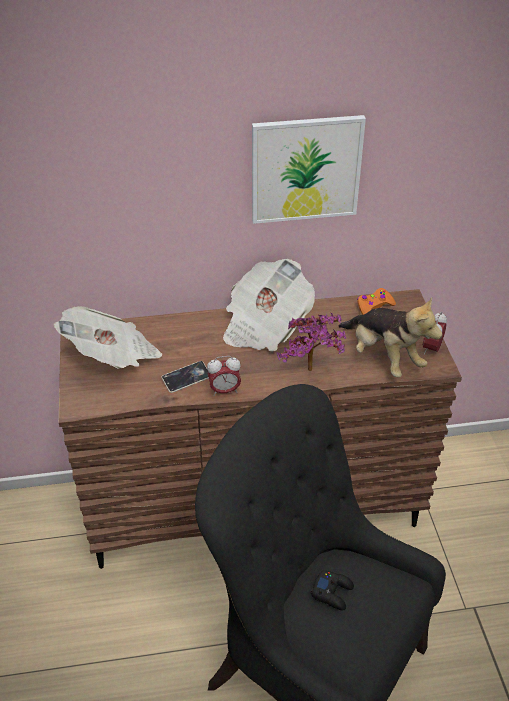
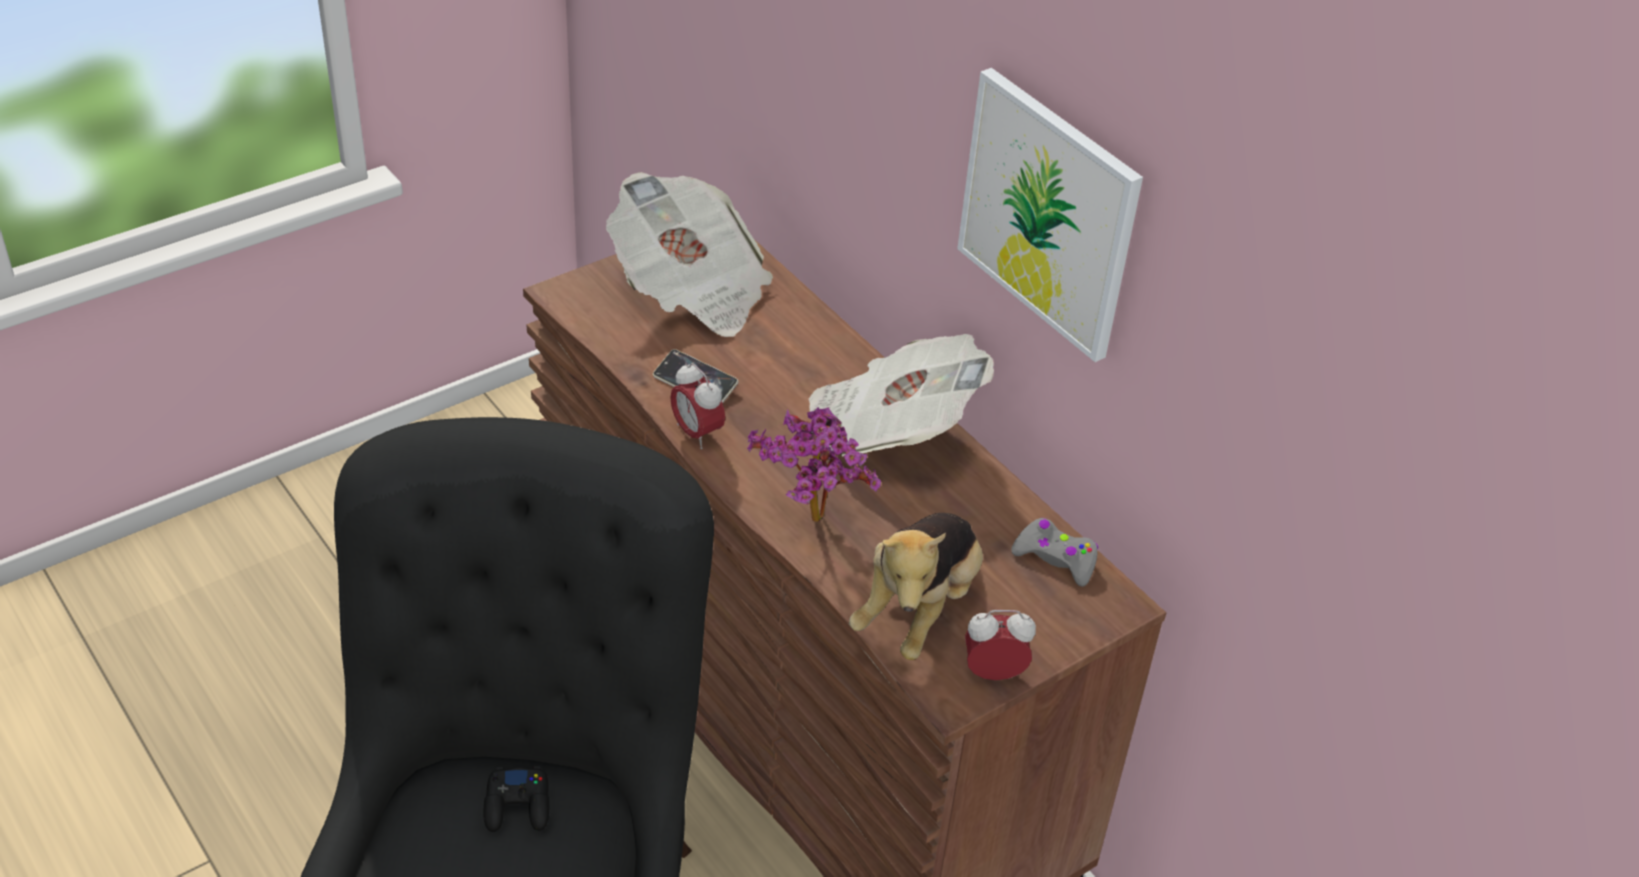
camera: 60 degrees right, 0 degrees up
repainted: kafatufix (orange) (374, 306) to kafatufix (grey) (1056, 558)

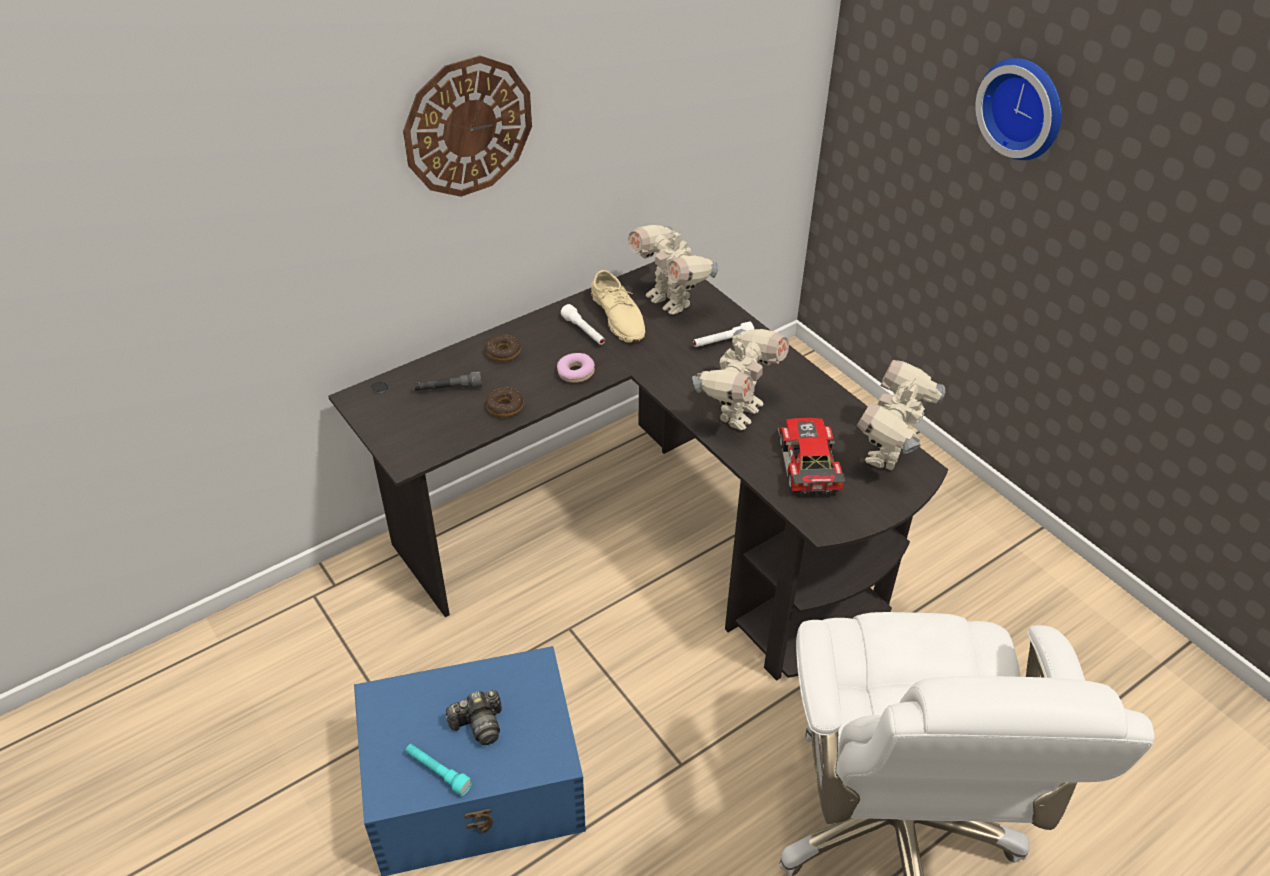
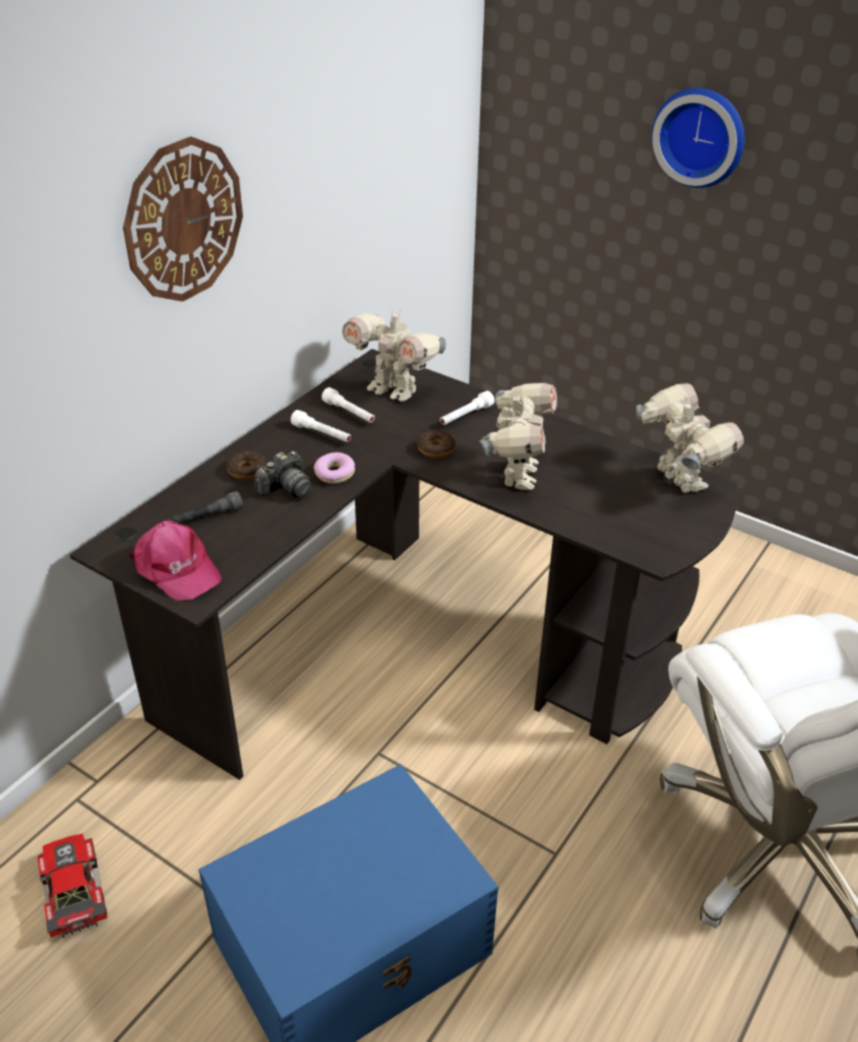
camera: 20 degrees left, 5 degrees down
gone: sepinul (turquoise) (438, 772)
new: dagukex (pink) (176, 569)
shifted: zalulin (505, 407) to (436, 449); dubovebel (805, 464) to (70, 893); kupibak (479, 725) to (286, 489)
swapped: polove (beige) (618, 316) to sepinul (white) (349, 413)
rotated: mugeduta (889, 454) = (678, 480) 150 degrees clockwise

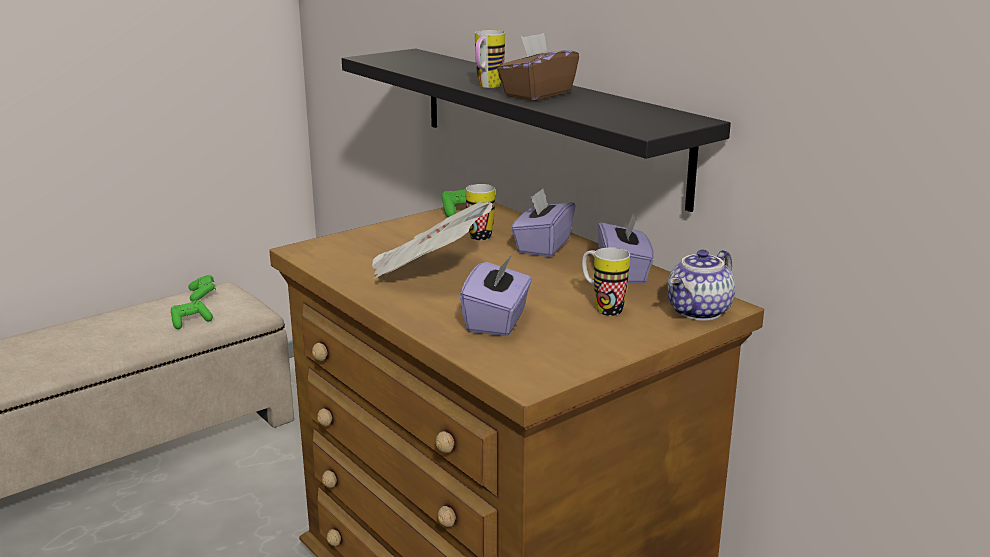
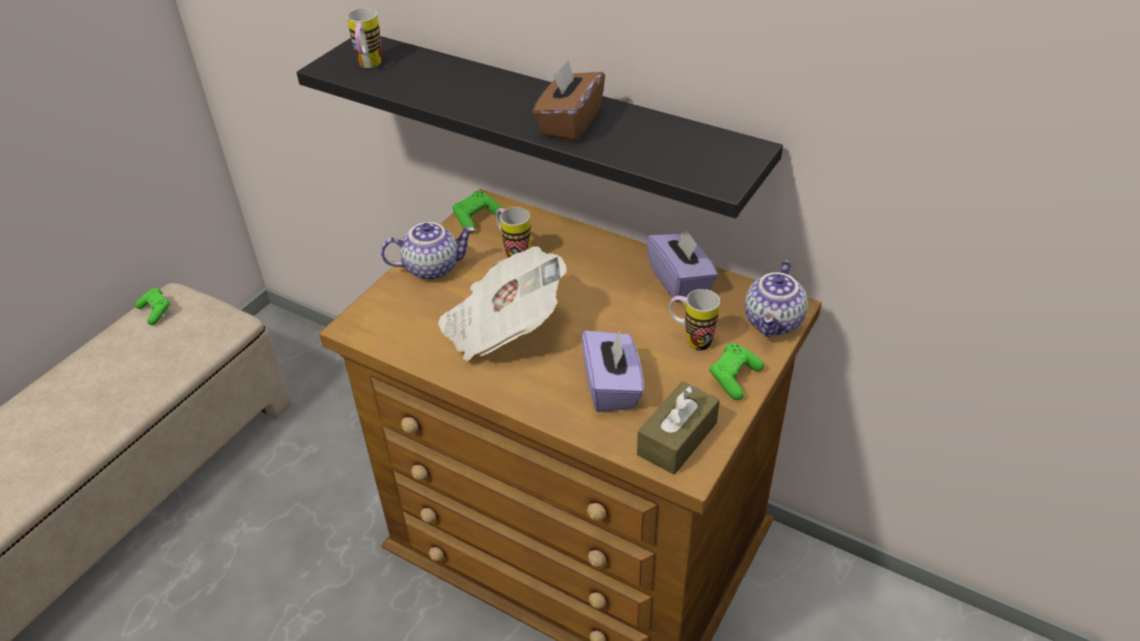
camera: 20 degrees left, 20 degrees up
gone: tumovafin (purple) (542, 246)
new: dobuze (432, 267); tumovafin (brown) (677, 438)
shifted: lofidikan (486, 87) to (368, 66); kafatufix (green) (190, 321) to (734, 378)

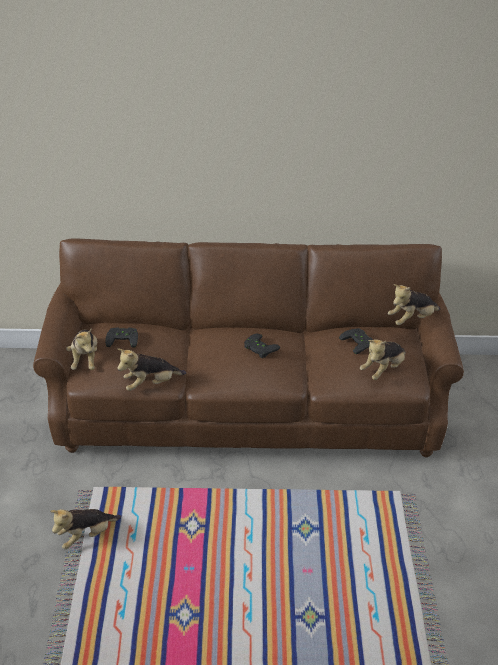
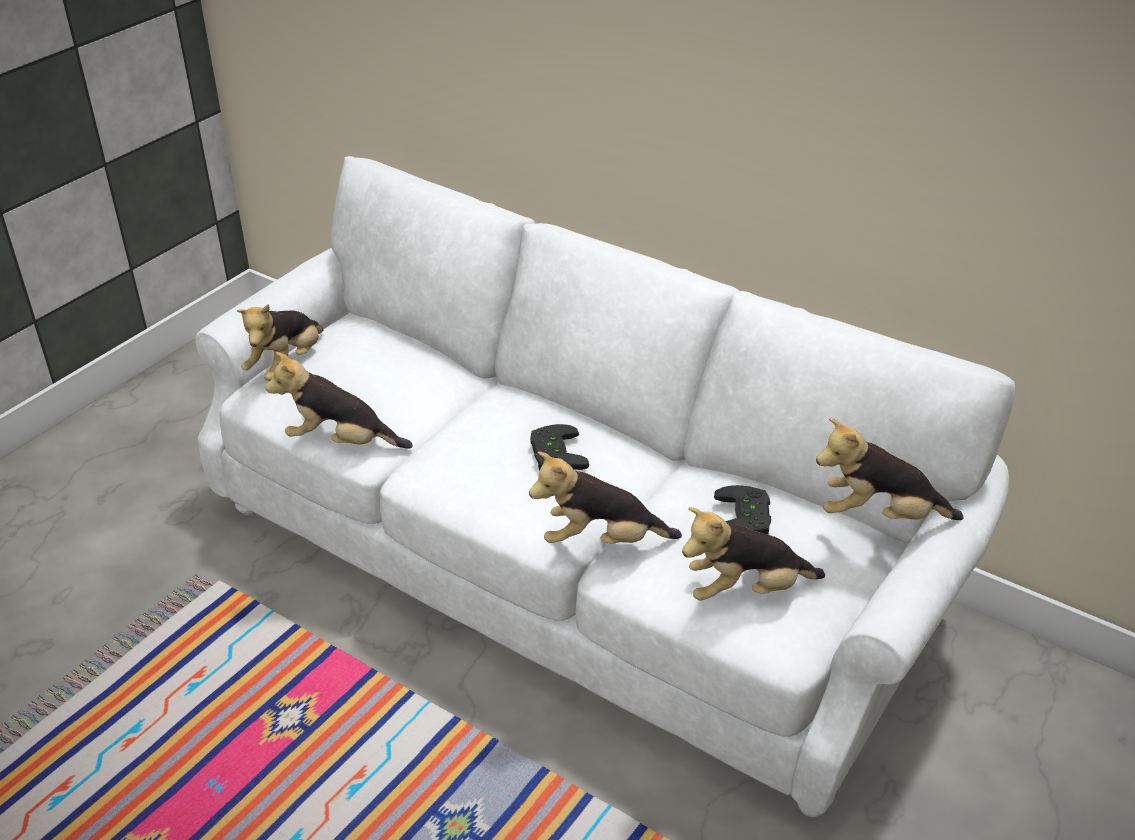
camera: 35 degrees right, 0 degrees up
gone: kafatufix (black) (123, 338)
shifted: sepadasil (86, 536) to (601, 540)
repainted: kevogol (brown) (247, 404) to kevogol (white) (568, 561)

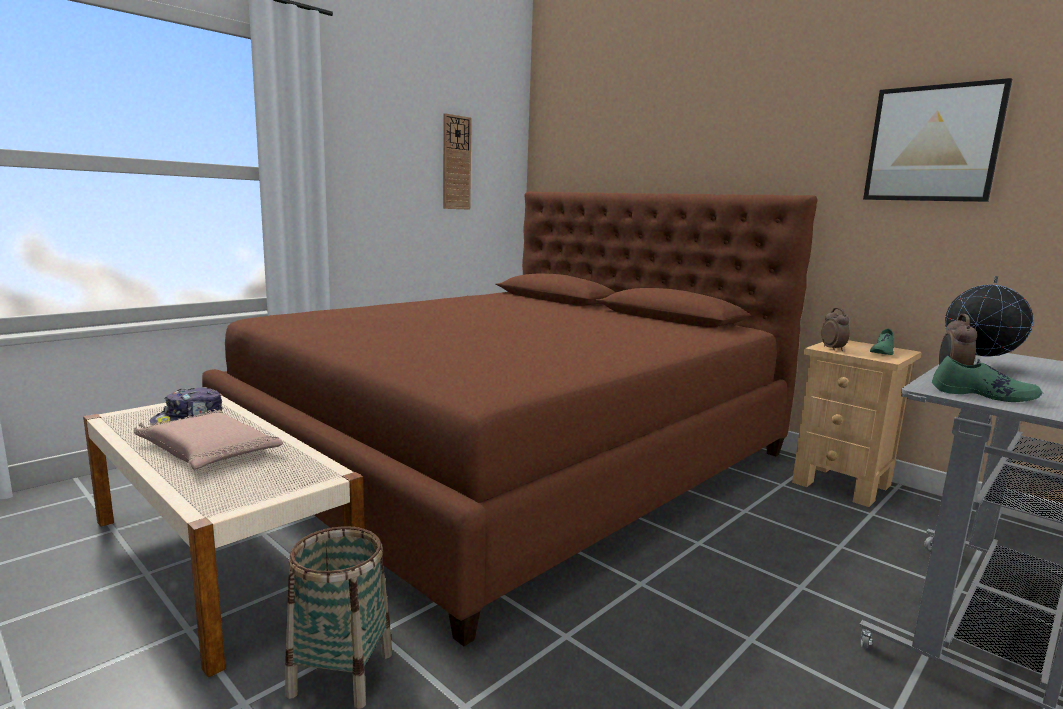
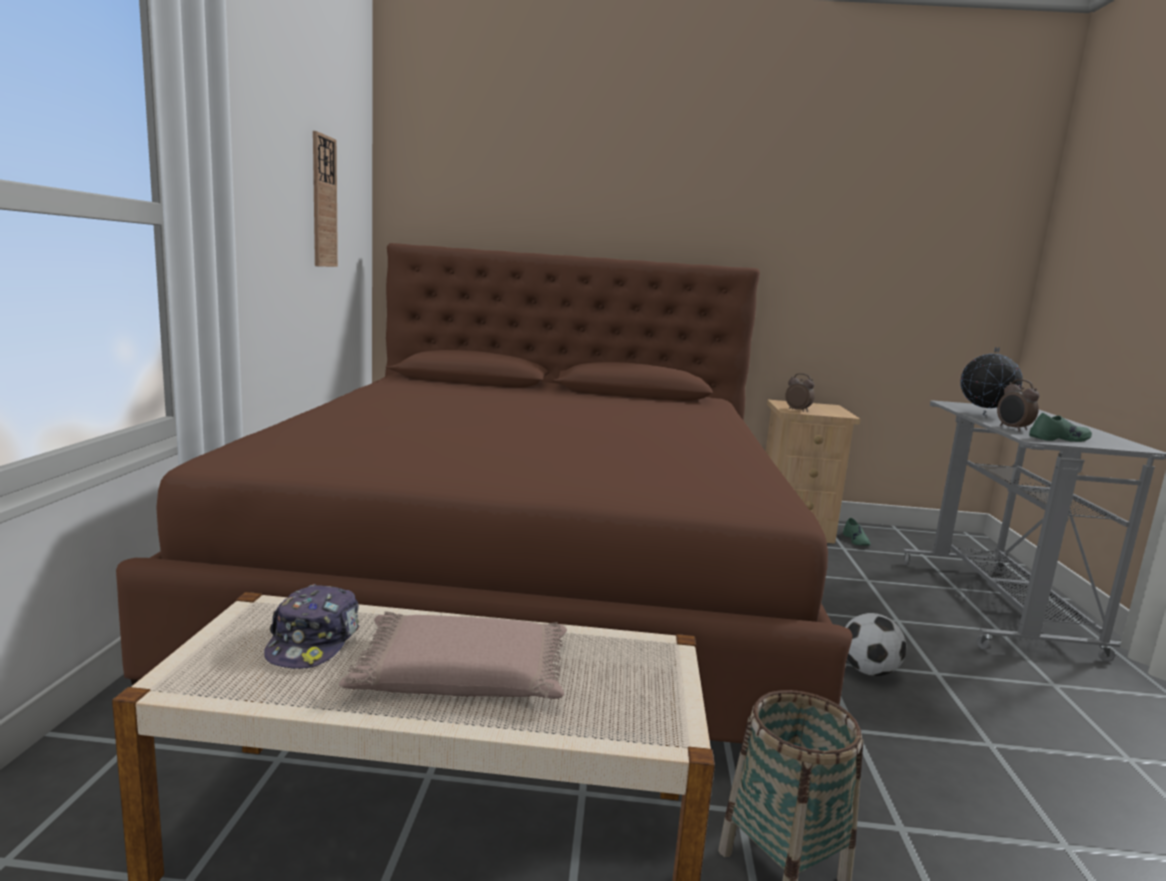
camera: 40 degrees left, 0 degrees up
gone: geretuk (932, 144)
new: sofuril (868, 671)
shifted: polove (green) (882, 351) to (856, 540)

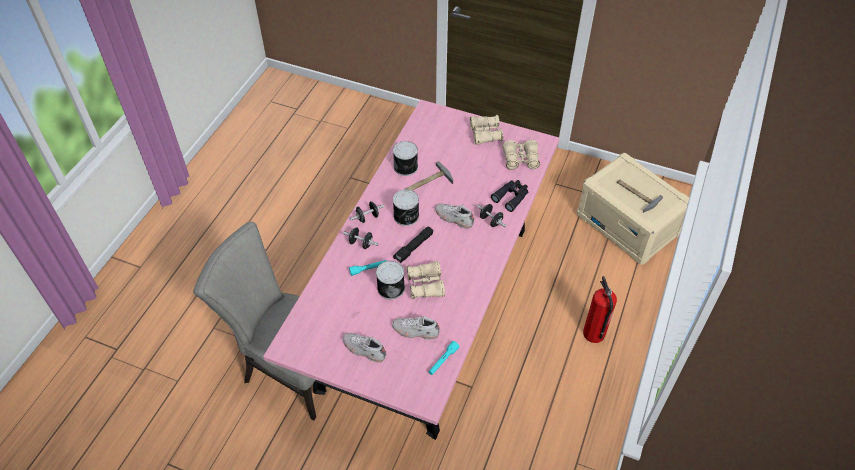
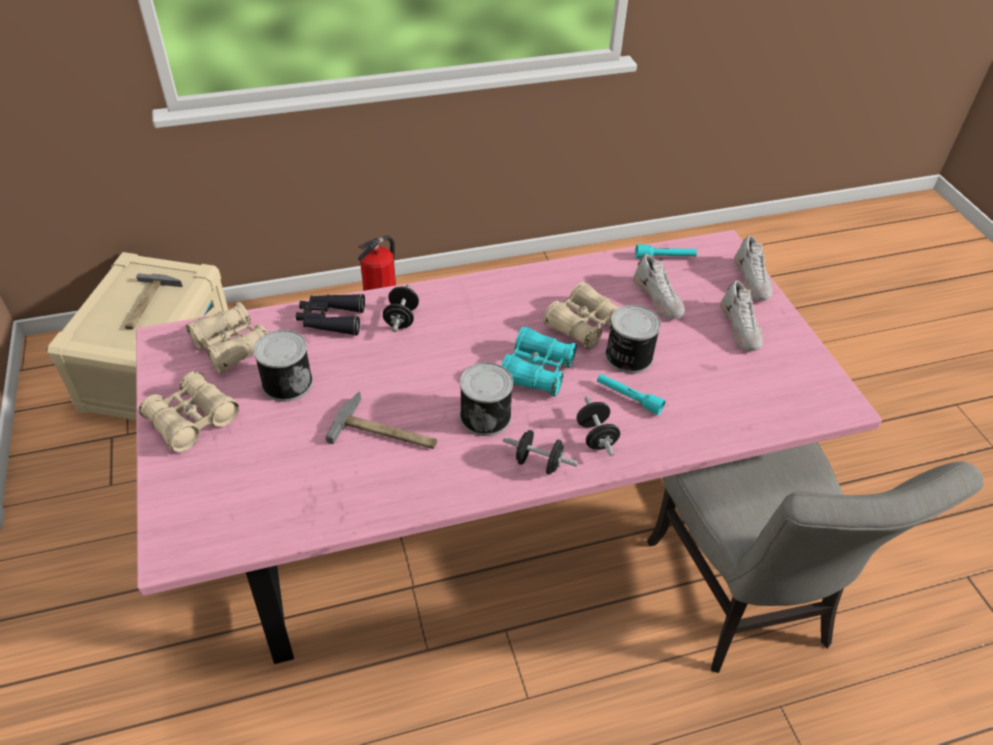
camera: 130 degrees left, 5 degrees down
shifted: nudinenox (406, 167) to (286, 382); polove (white) (454, 218) to (752, 280)
swapped: sepinul (black) (414, 248) to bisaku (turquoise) (537, 371)

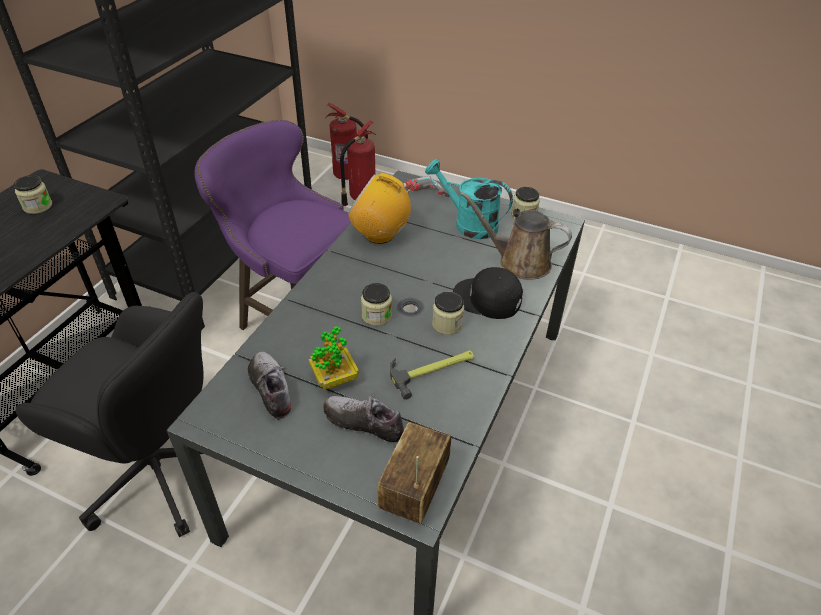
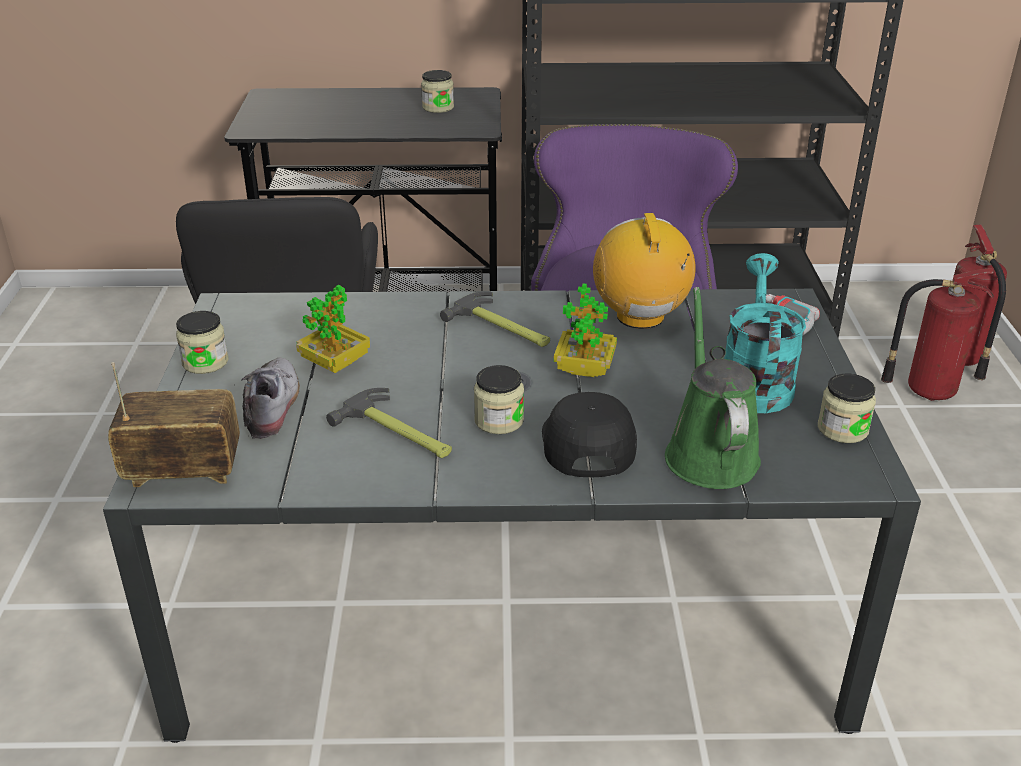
camera: 65 degrees right, 10 degrees down
gone: polove (271, 388)
new: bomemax (584, 369); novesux (502, 328)
shifted: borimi (376, 315) to (205, 362)
repainted: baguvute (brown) (519, 262) to baguvute (green) (709, 452)

